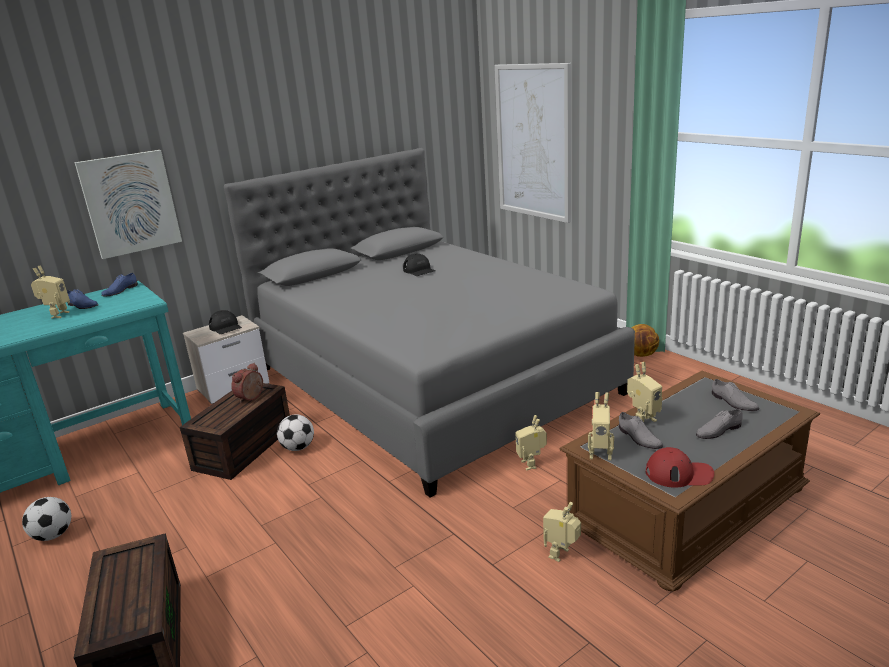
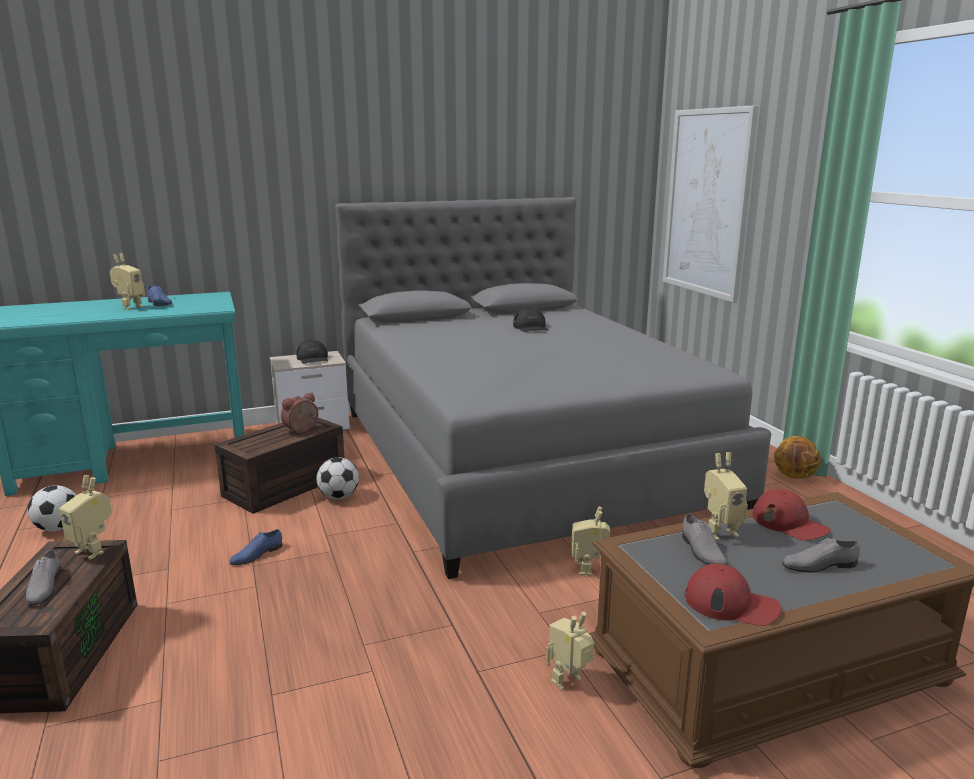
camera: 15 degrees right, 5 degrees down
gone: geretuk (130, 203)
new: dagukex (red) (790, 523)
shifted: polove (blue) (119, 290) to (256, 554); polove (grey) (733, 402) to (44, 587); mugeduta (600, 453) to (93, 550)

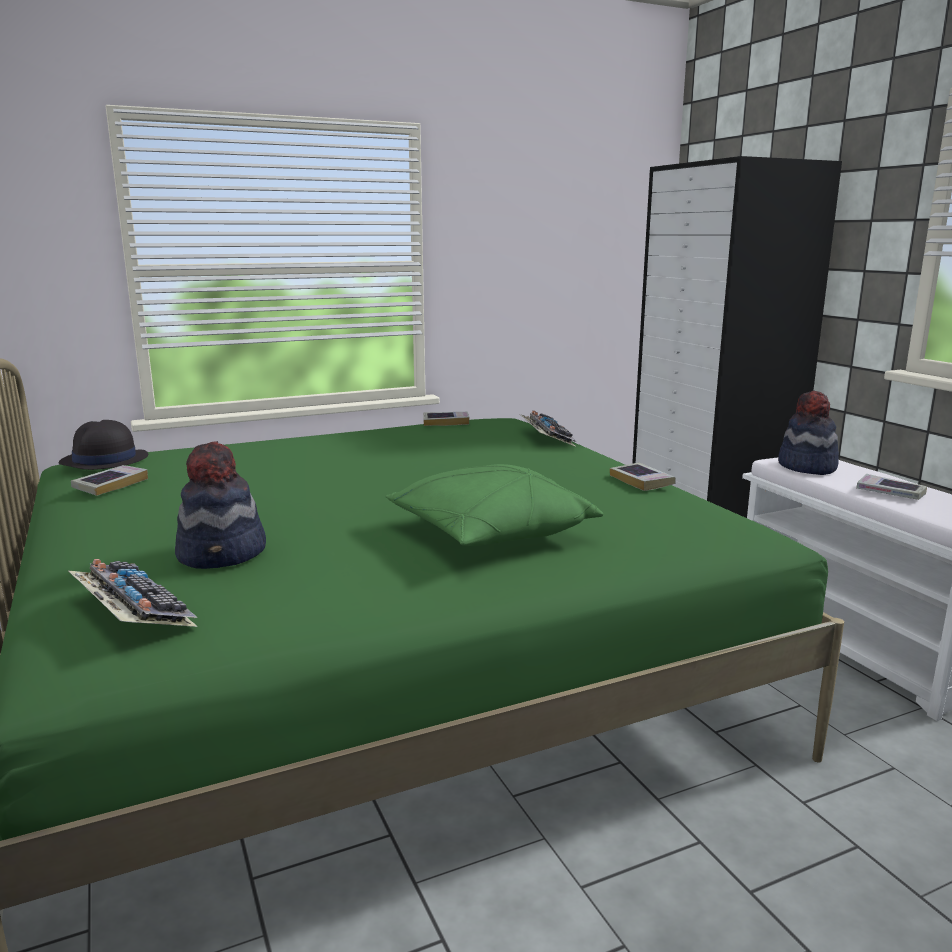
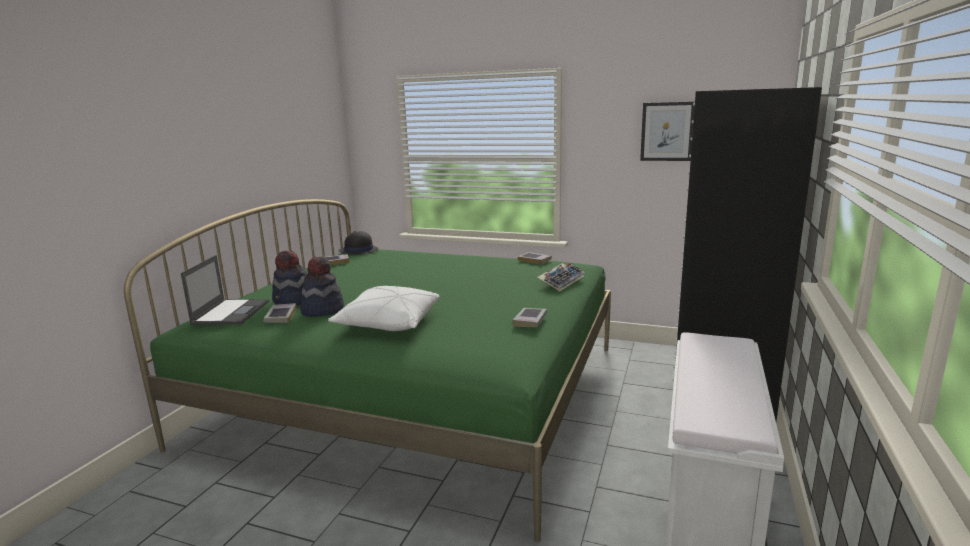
camera: 45 degrees right, 0 degrees up
new: geretuk (667, 131)
shifted: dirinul (806, 467) to (322, 310); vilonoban (890, 492) to (280, 316)
swapped: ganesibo (130, 610) to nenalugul (231, 312)
repainted: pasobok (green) (490, 534) to pasobok (white) (388, 323)

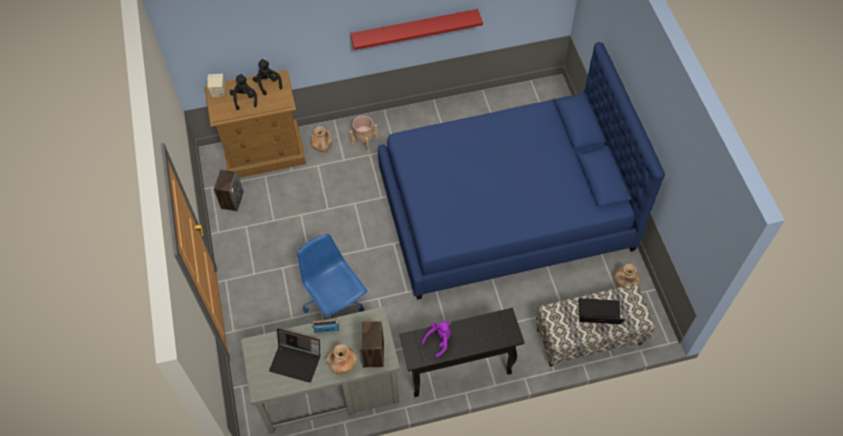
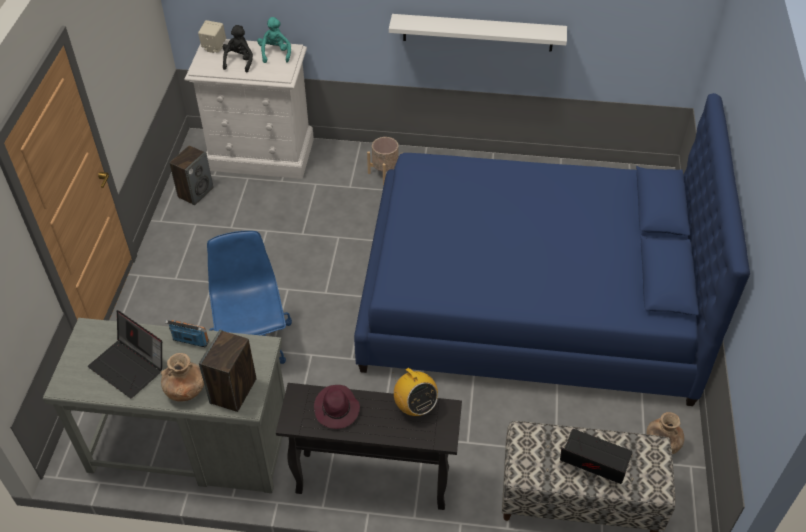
camera: 20 degrees right, 10 degrees down
gone: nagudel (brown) (322, 146)
new: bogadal (415, 406)
swapped: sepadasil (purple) (439, 340) to dirinul (purple) (337, 409)
repainted: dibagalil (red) (414, 29) to dibagalil (white) (478, 32); sepadasil (black) (268, 83) to sepadasil (turquoise) (275, 53); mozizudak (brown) (265, 153) to mozizudak (white) (260, 154)

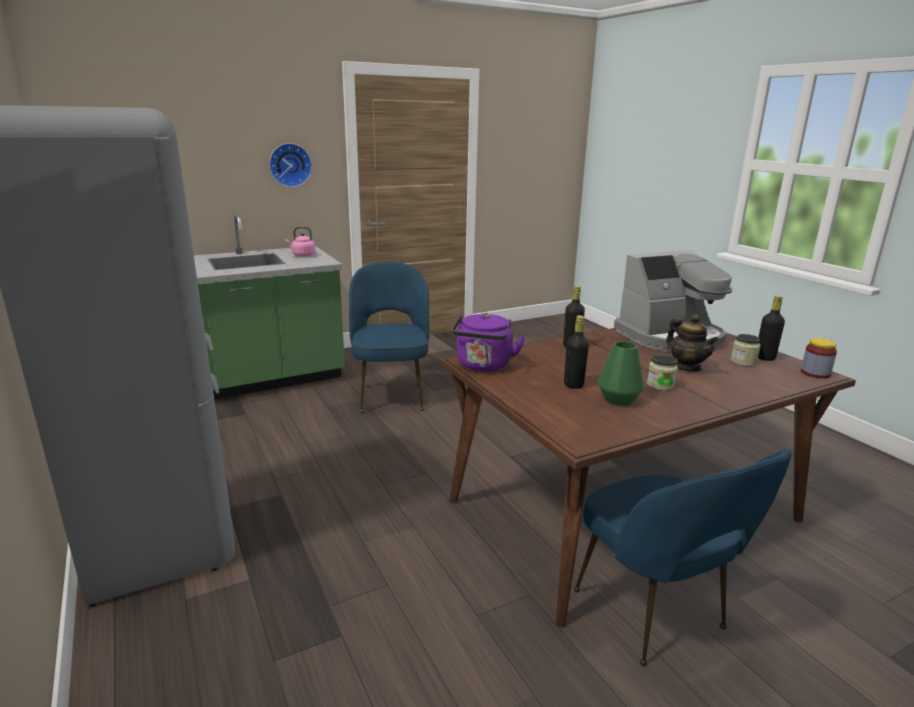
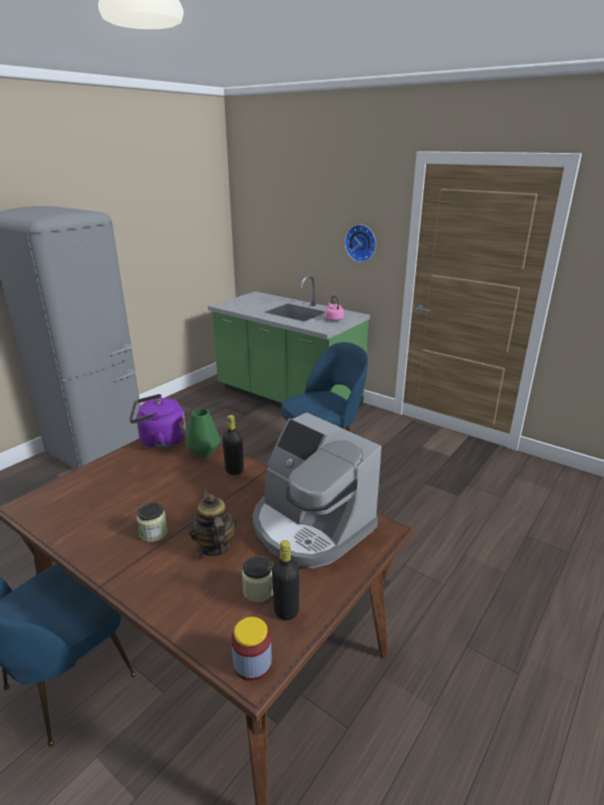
camera: 65 degrees right, 5 degrees up
gone: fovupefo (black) (573, 385)
shifted: nagudel (green) (618, 399) to (204, 452)
rotated: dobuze (686, 367) = (214, 546) 120 degrees clockwise

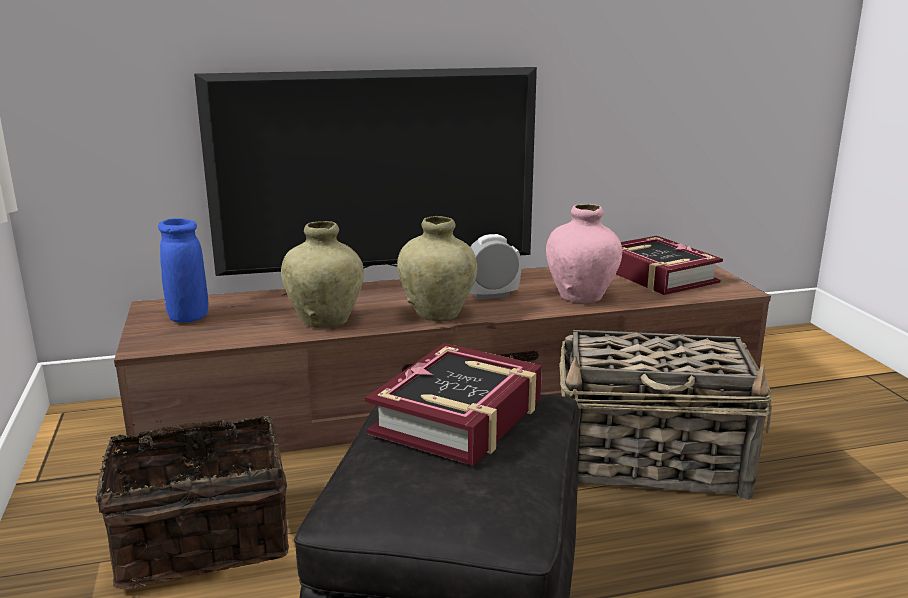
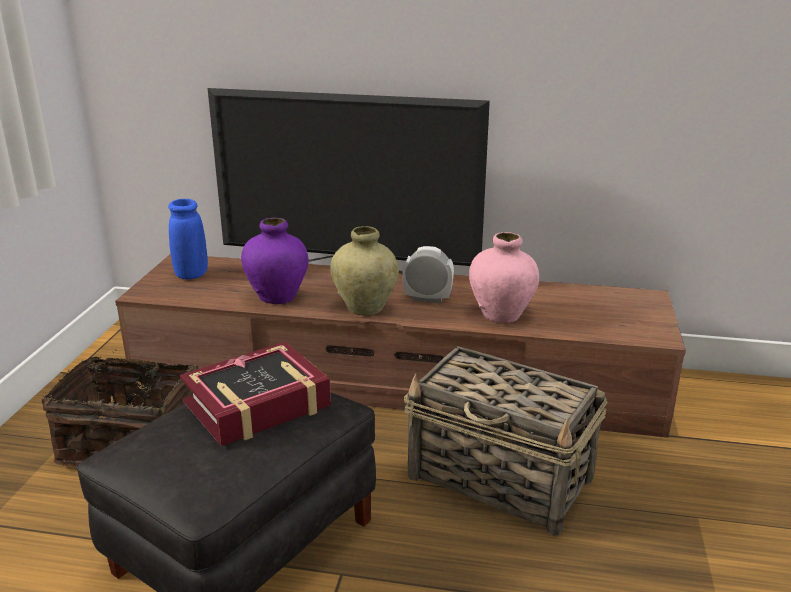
camera: 25 degrees right, 5 degrees up
gone: vilonoban (658, 276)
repainted: nagudel (beige) (325, 321) to nagudel (purple) (277, 298)

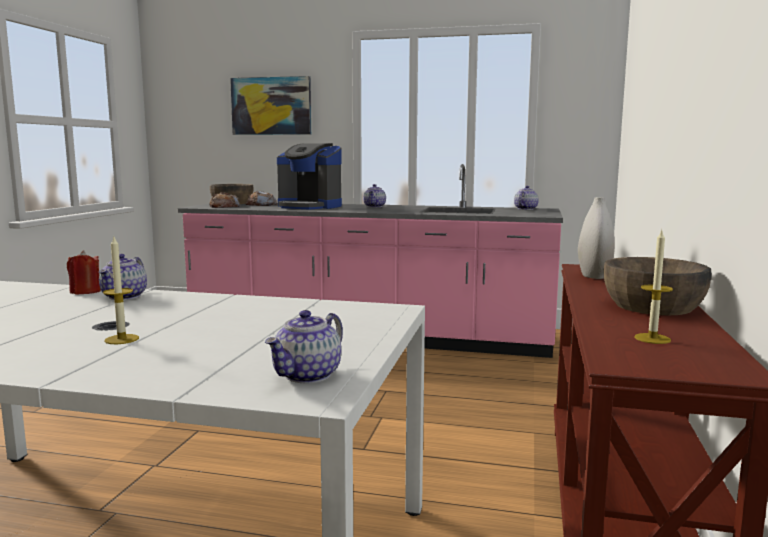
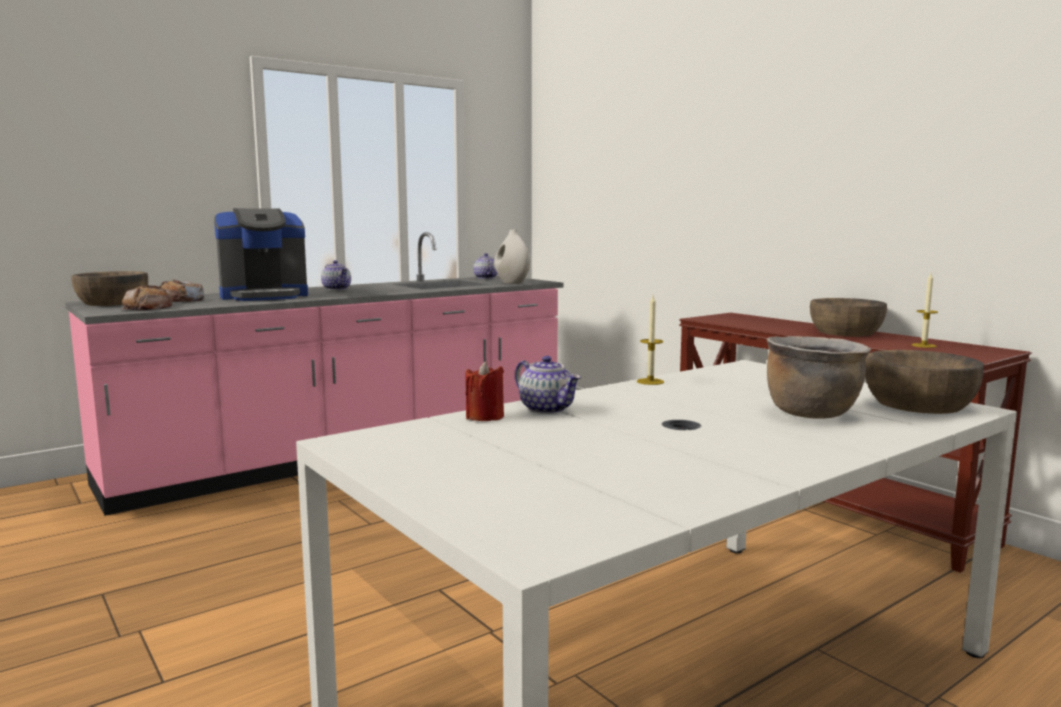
camera: 50 degrees left, 0 degrees up
gone: geretuk (271, 106)
new: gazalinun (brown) (811, 413)
shifted: nagudel (white) (593, 275) to (511, 283); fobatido (121, 339) to (650, 381)
swapped: dobuze (308, 375) to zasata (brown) (918, 403)

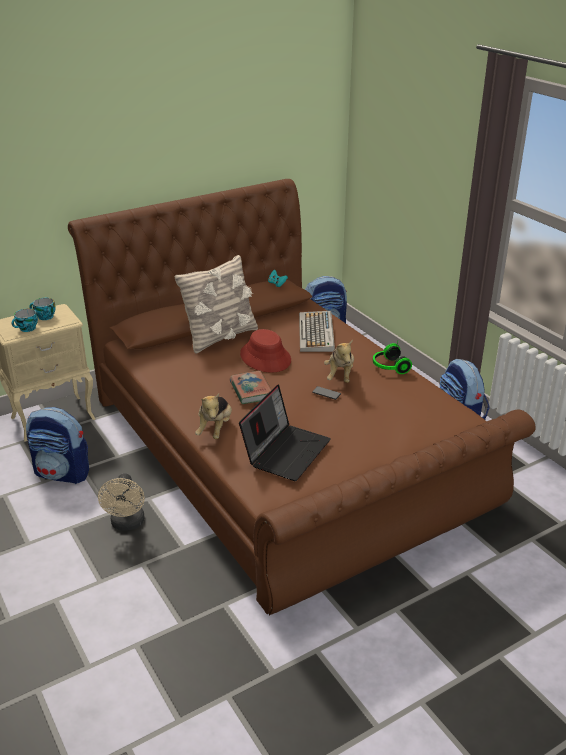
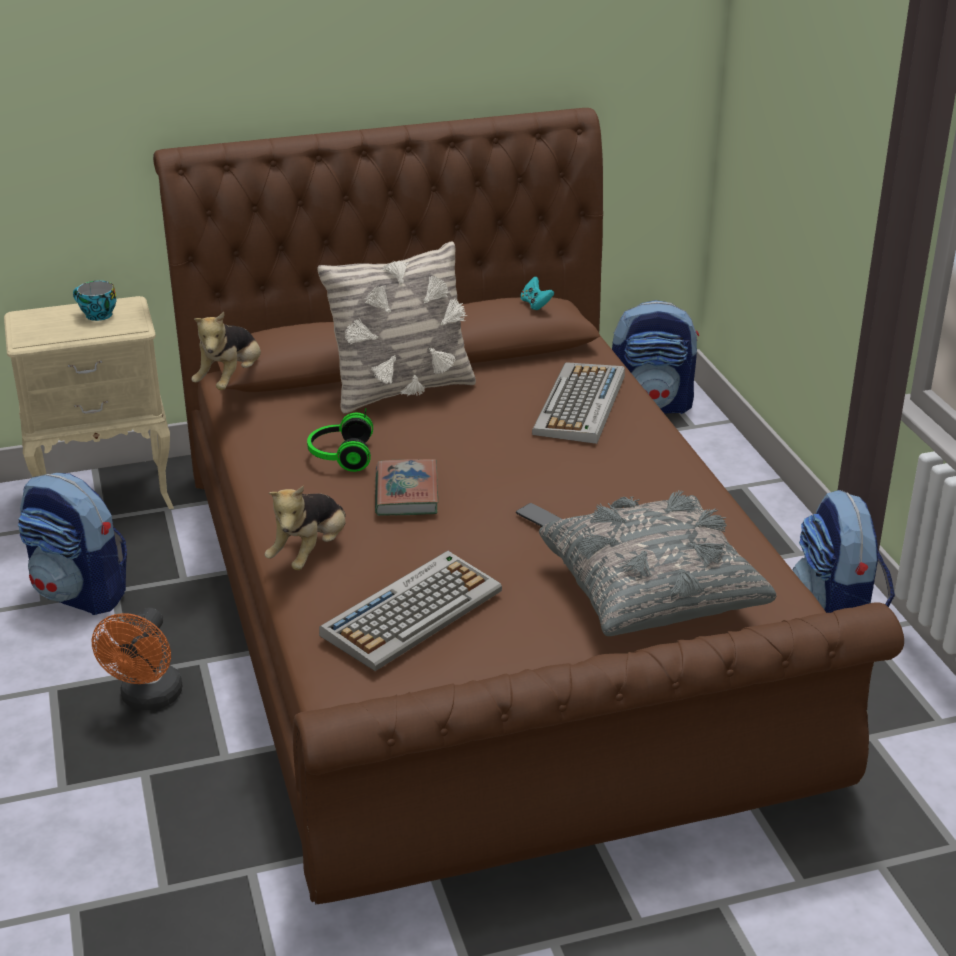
camera: 15 degrees right, 0 degrees up
gone: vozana (27, 329); dirinul (red) (265, 357)
new: pasobok (grey) (651, 594)
shifted: sepadasil (340, 375) to (231, 380); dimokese (389, 367) to (340, 456)
swapped: nenalugul (286, 451) to ganesibo (412, 611)
repainted: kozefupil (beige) (127, 524) to kozefupil (orange) (148, 699)

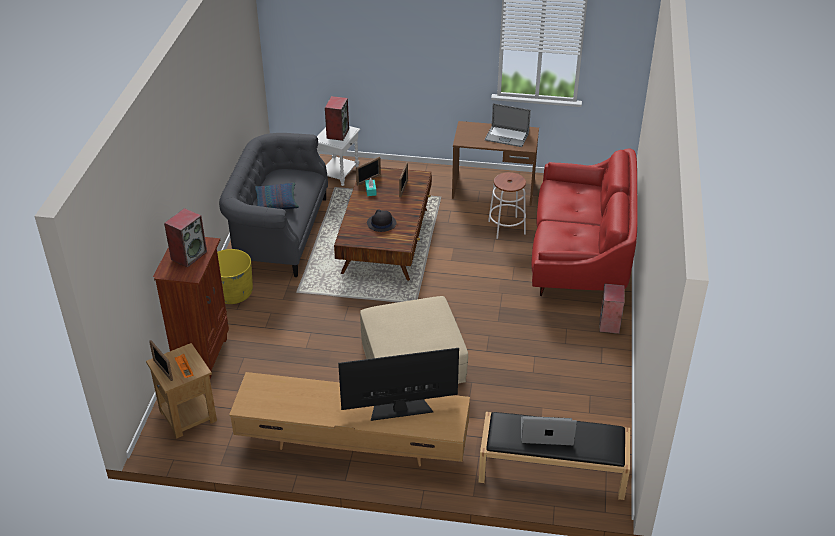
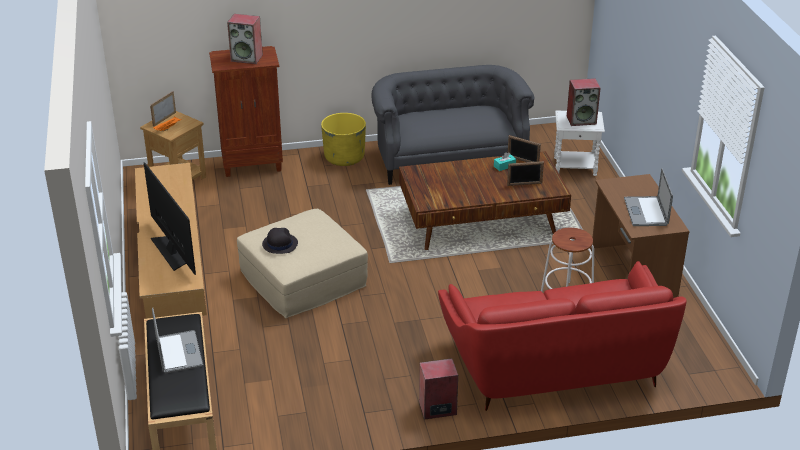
camera: 70 degrees right, 5 degrees down
gone: pasobok (blue) (276, 202)
shifted: dirinul (black) (381, 223) to (279, 244)

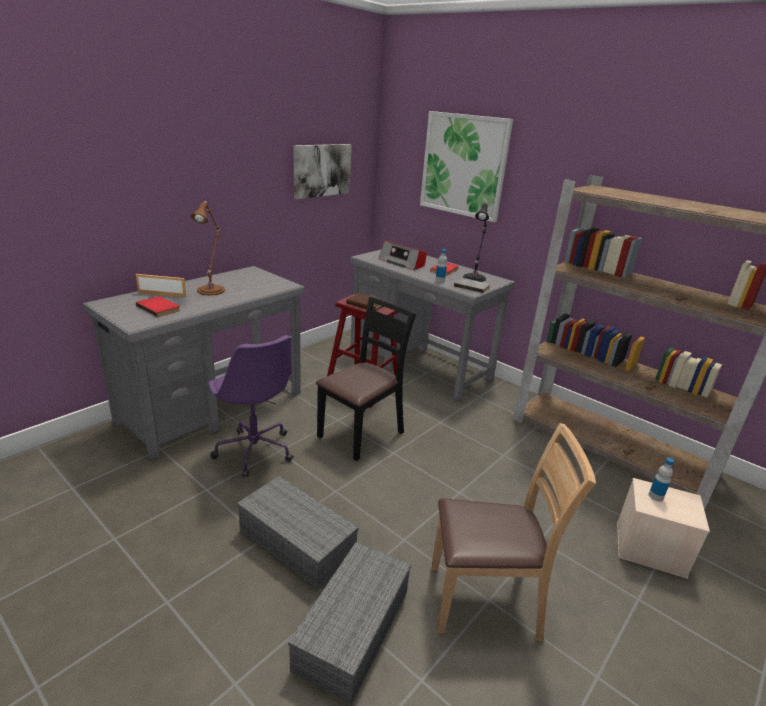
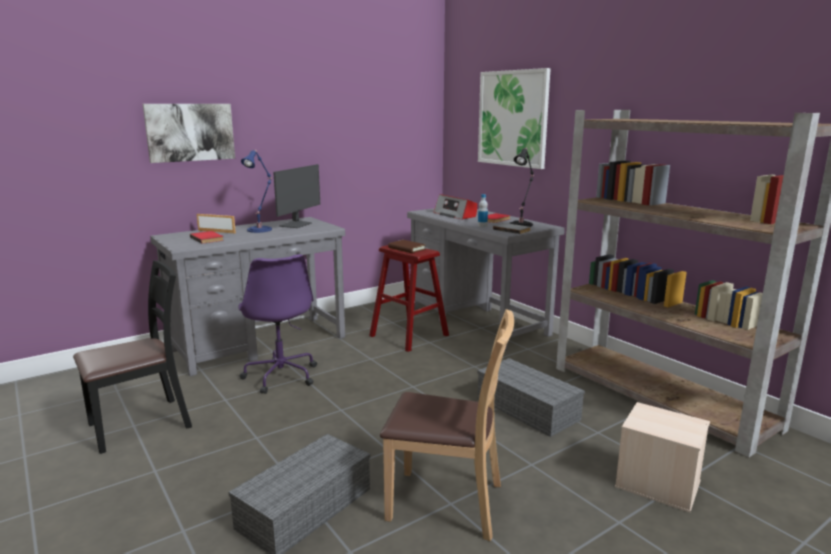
camera: 15 degrees right, 10 degrees down
gone: fovupefo (655, 496)
new: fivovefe (296, 224)
shifted: geretuk (322, 170) to (190, 132); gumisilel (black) (361, 433) to (141, 424); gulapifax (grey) (299, 542) to (529, 409)
repainted: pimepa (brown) (212, 289) to pimepa (blue) (261, 229)

